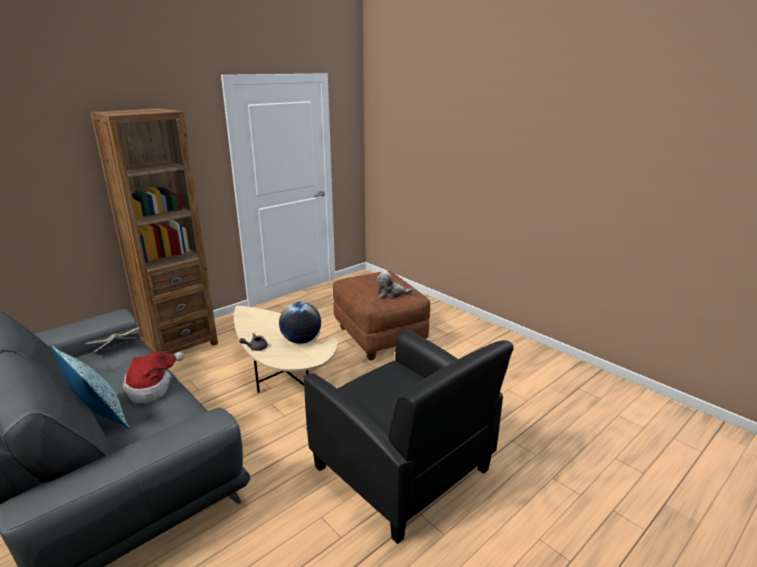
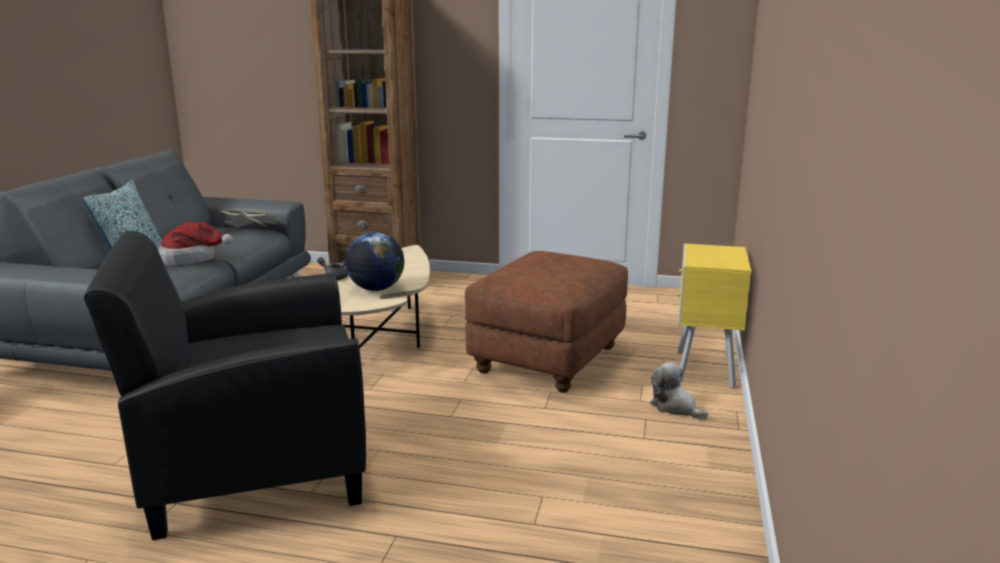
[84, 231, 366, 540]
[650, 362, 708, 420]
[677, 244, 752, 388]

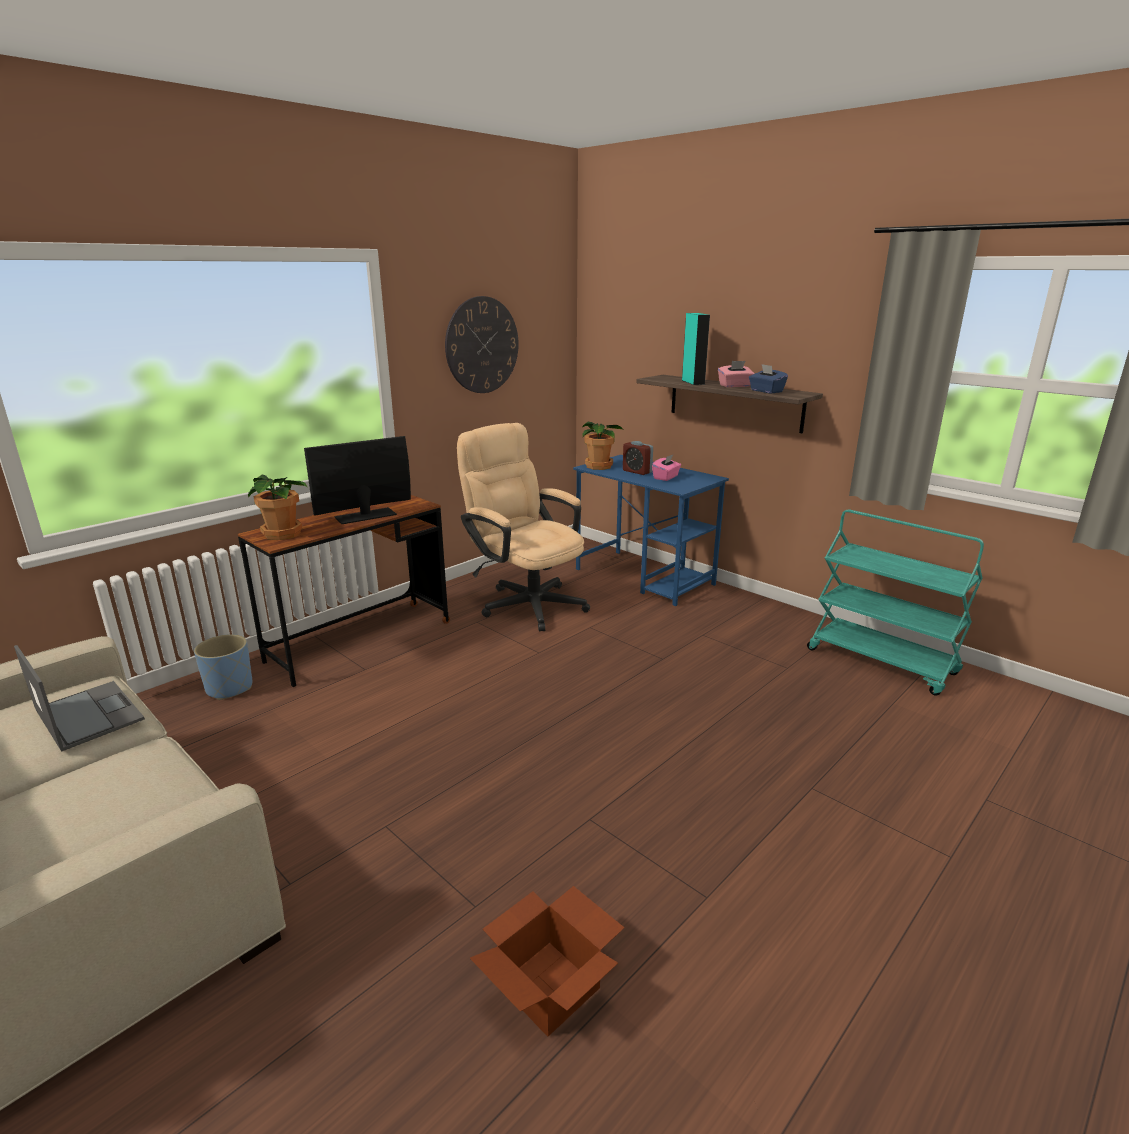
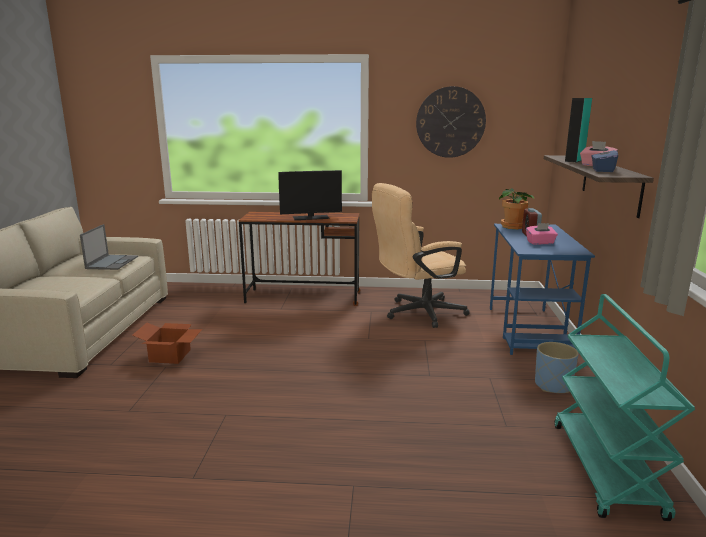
[535, 342, 579, 393]
[248, 474, 308, 540] (first image)
[278, 170, 342, 220]
[372, 183, 470, 328]
[132, 323, 202, 364]

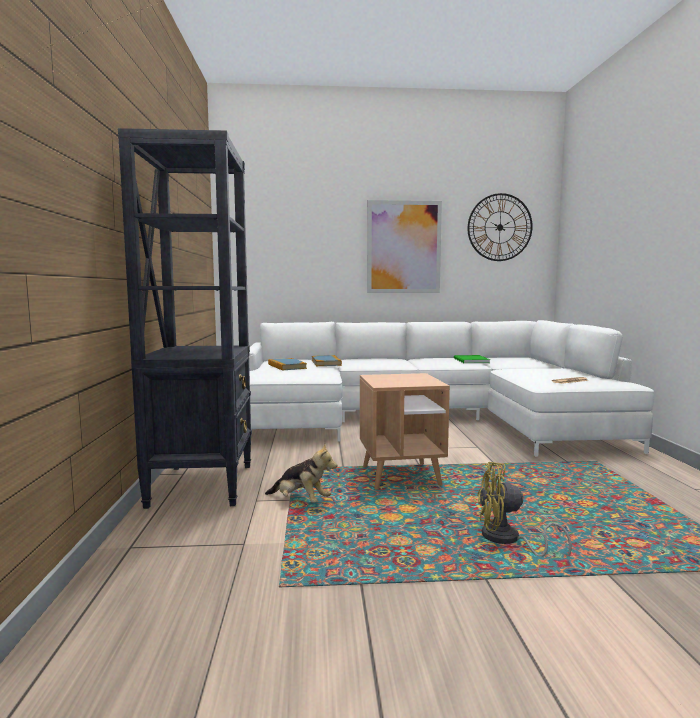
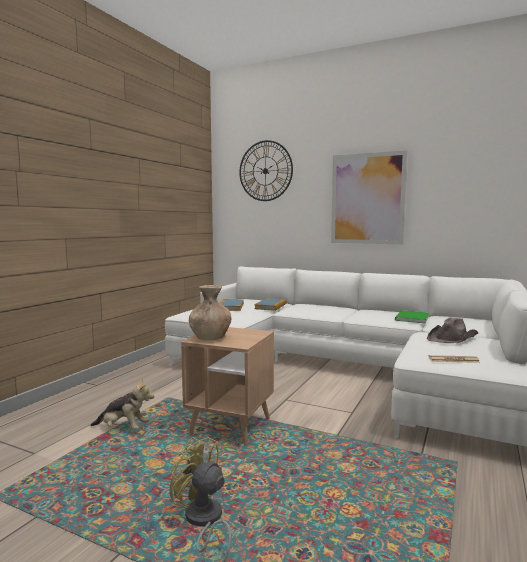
[118, 128, 252, 509] (first image)
[90, 379, 154, 429]
[239, 140, 293, 201]
[189, 285, 231, 340]
[427, 317, 478, 343]

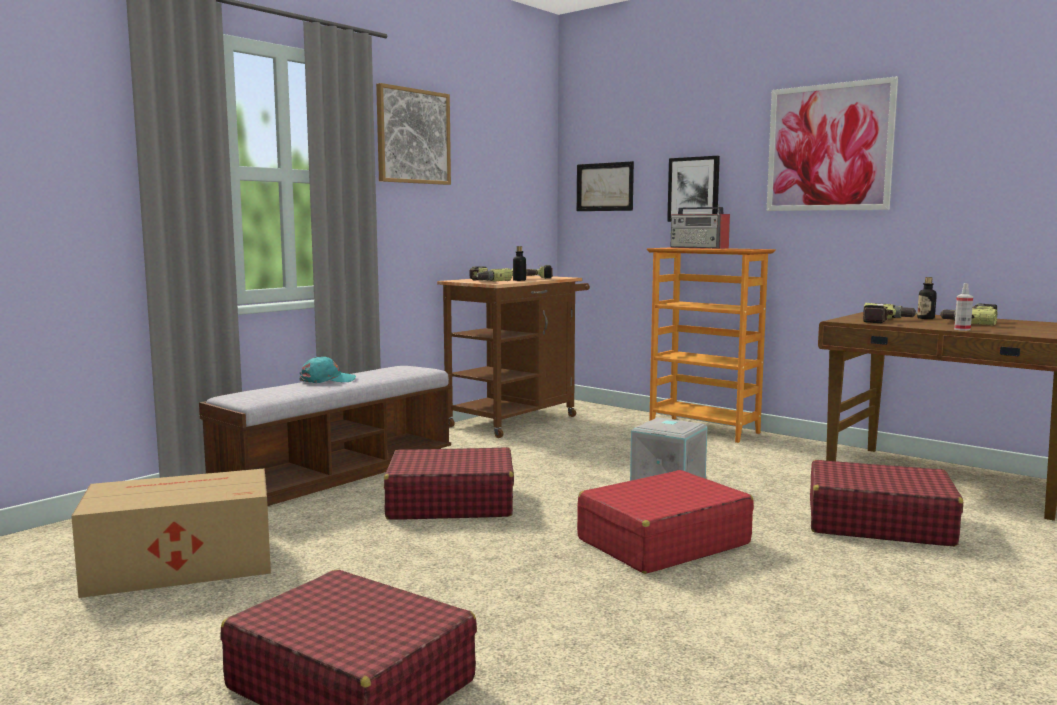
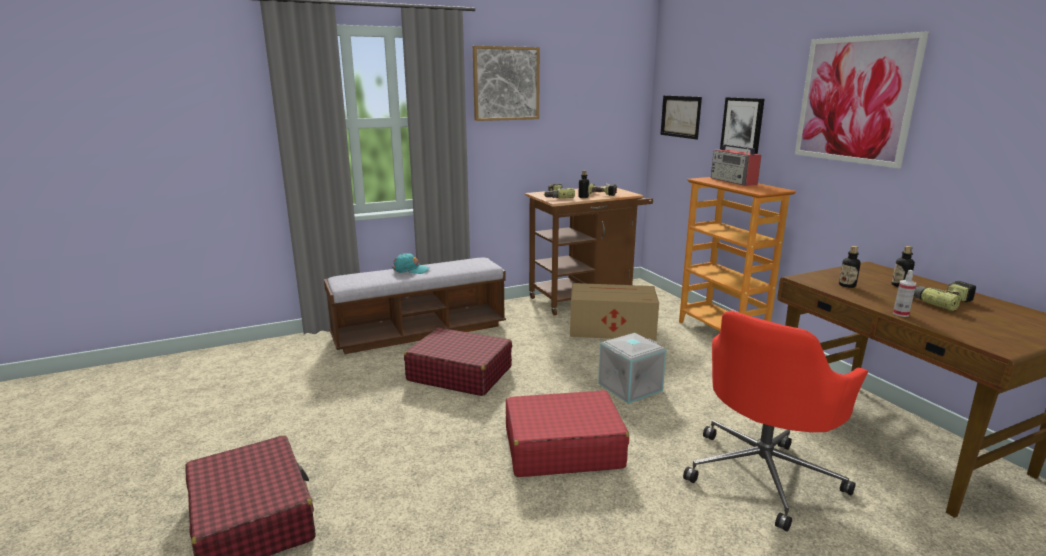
[570, 283, 659, 341]
[683, 311, 868, 532]
[839, 246, 861, 288]

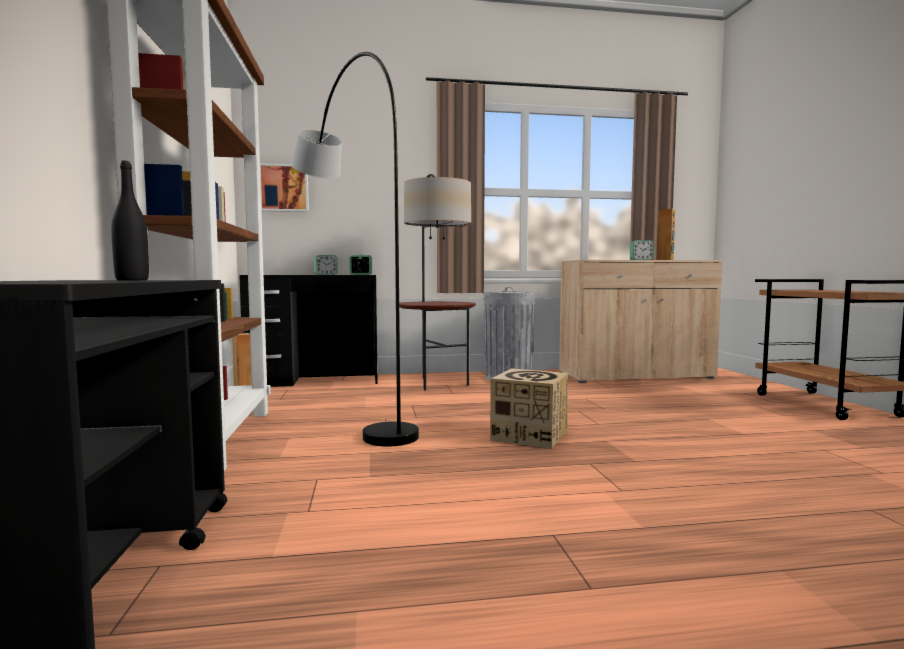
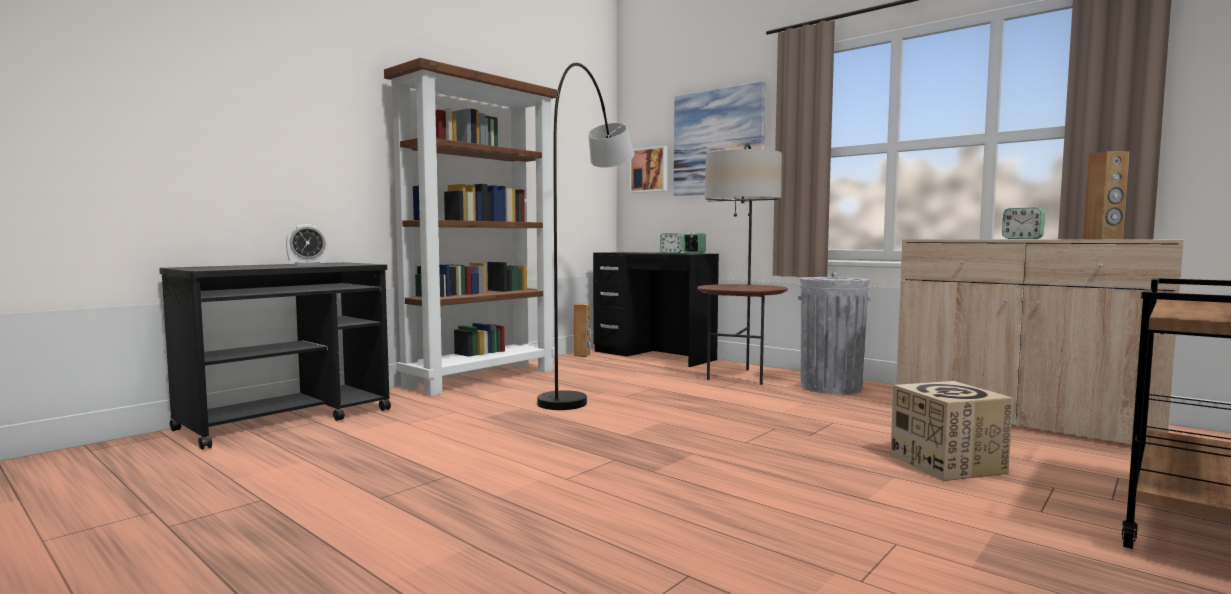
[286, 224, 328, 266]
[890, 381, 1013, 481]
[674, 81, 765, 196]

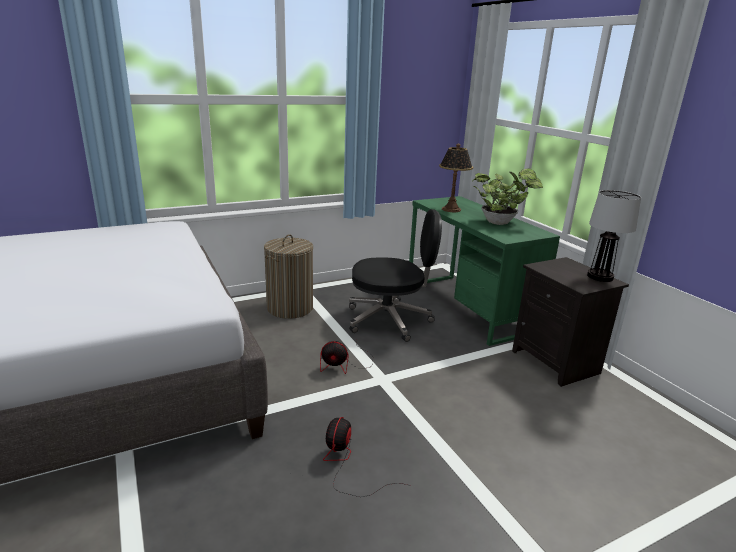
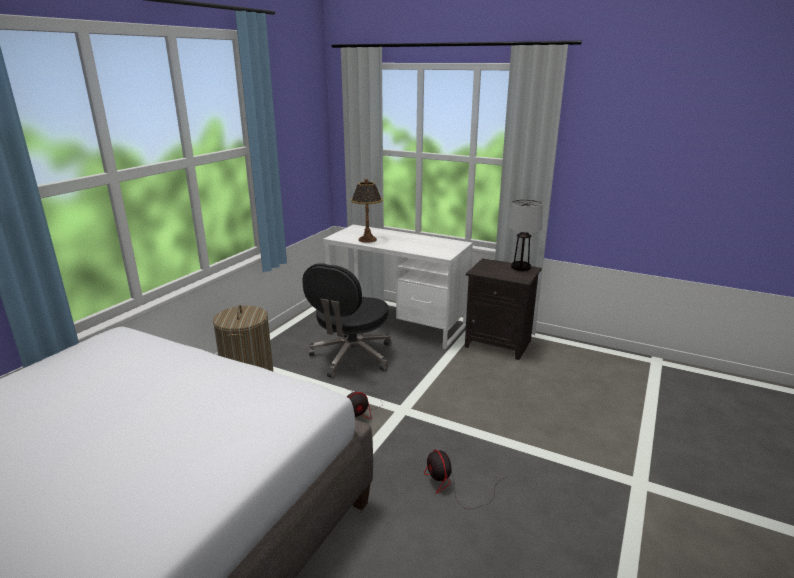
[302, 263, 391, 378]
[323, 225, 473, 349]
[473, 168, 543, 225] (first image)

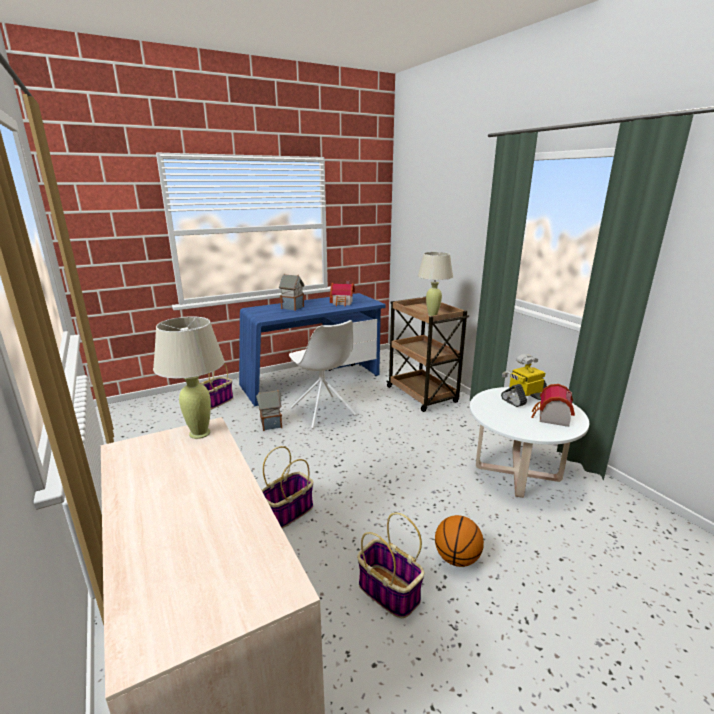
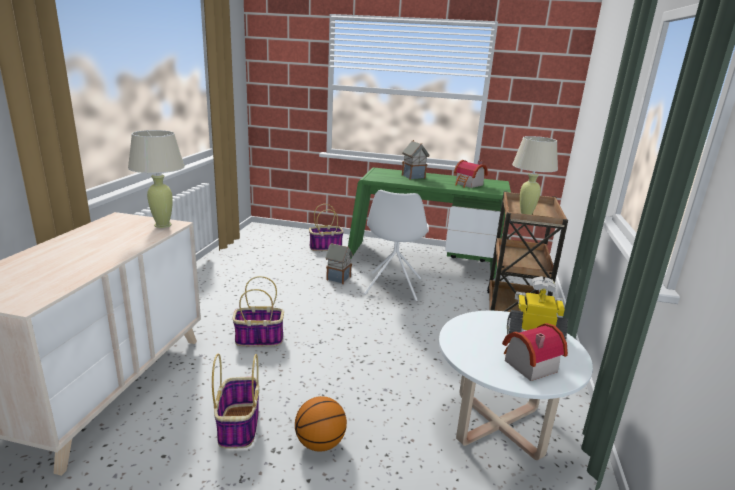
[348, 168, 511, 279]

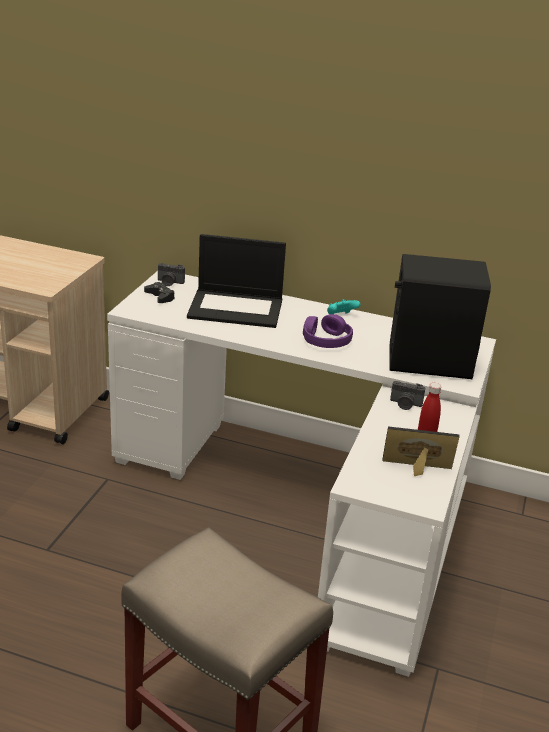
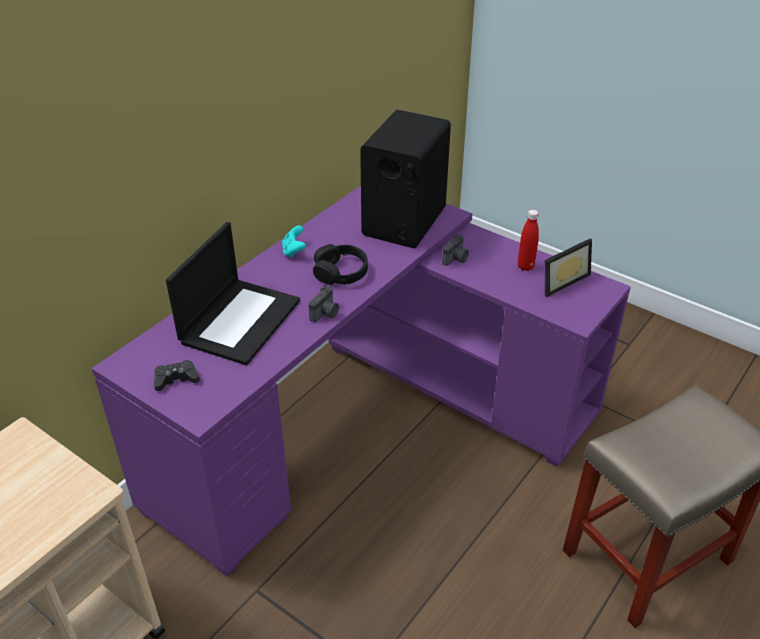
[92, 186, 631, 576]
[308, 286, 339, 322]
[313, 244, 368, 285]
[545, 239, 592, 297]

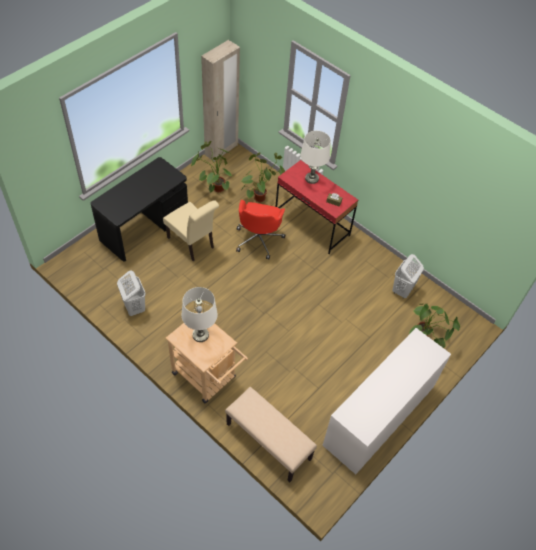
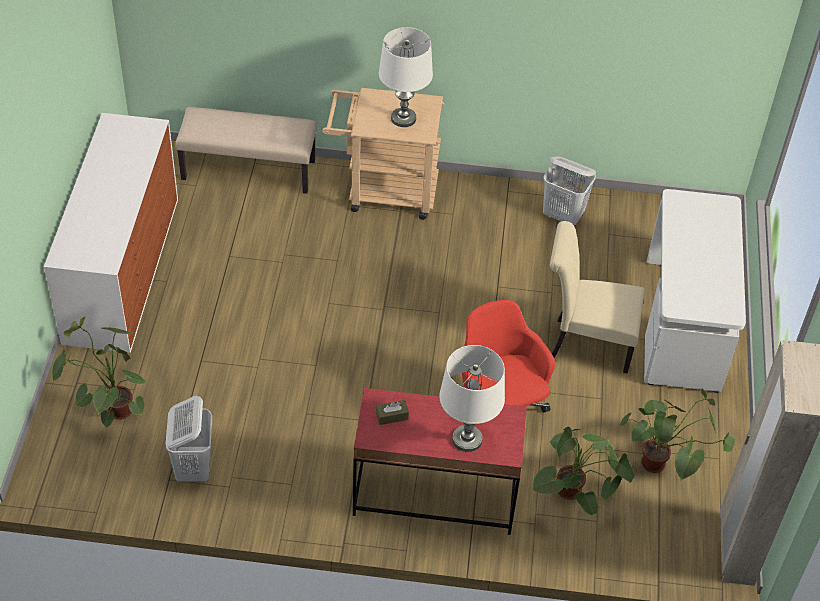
[644, 189, 746, 393]

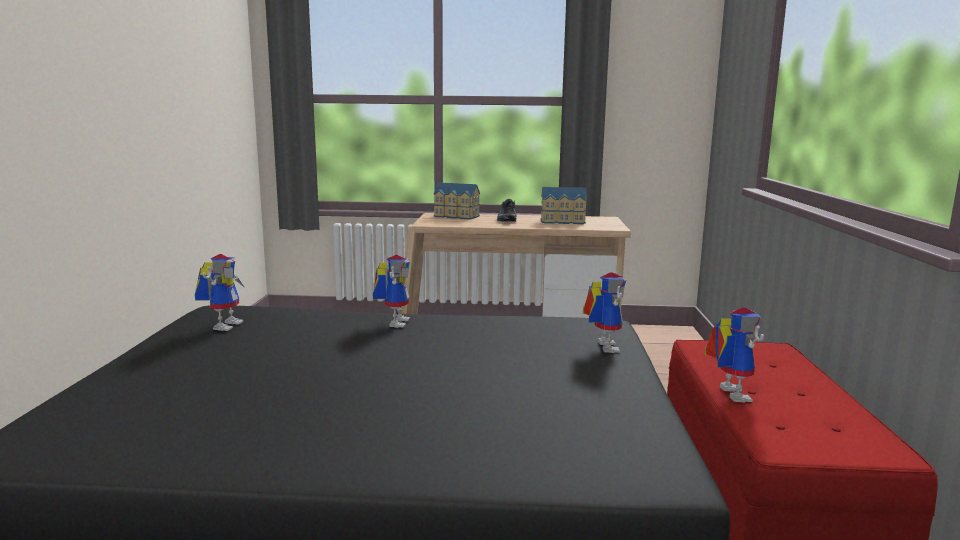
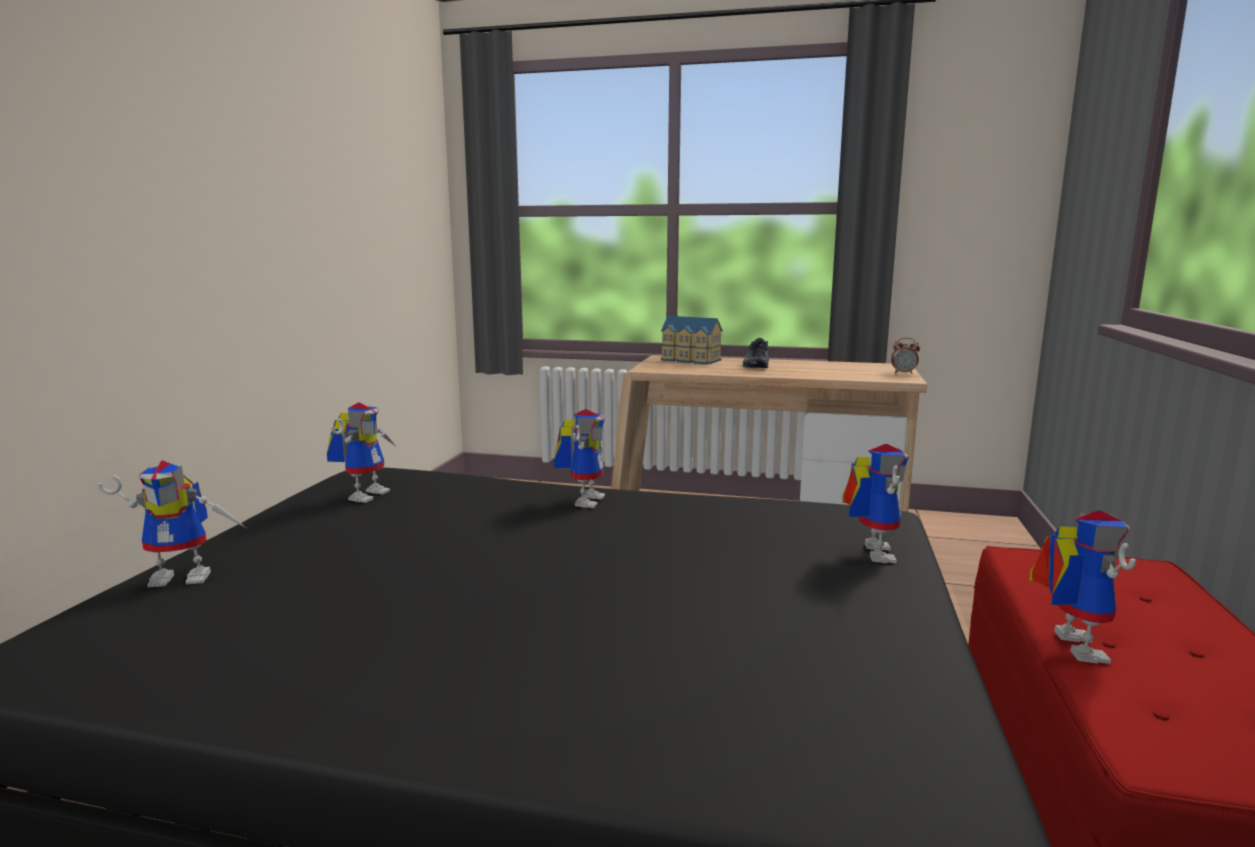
[541, 187, 587, 224] (first image)
[98, 460, 246, 588]
[891, 338, 920, 374]

